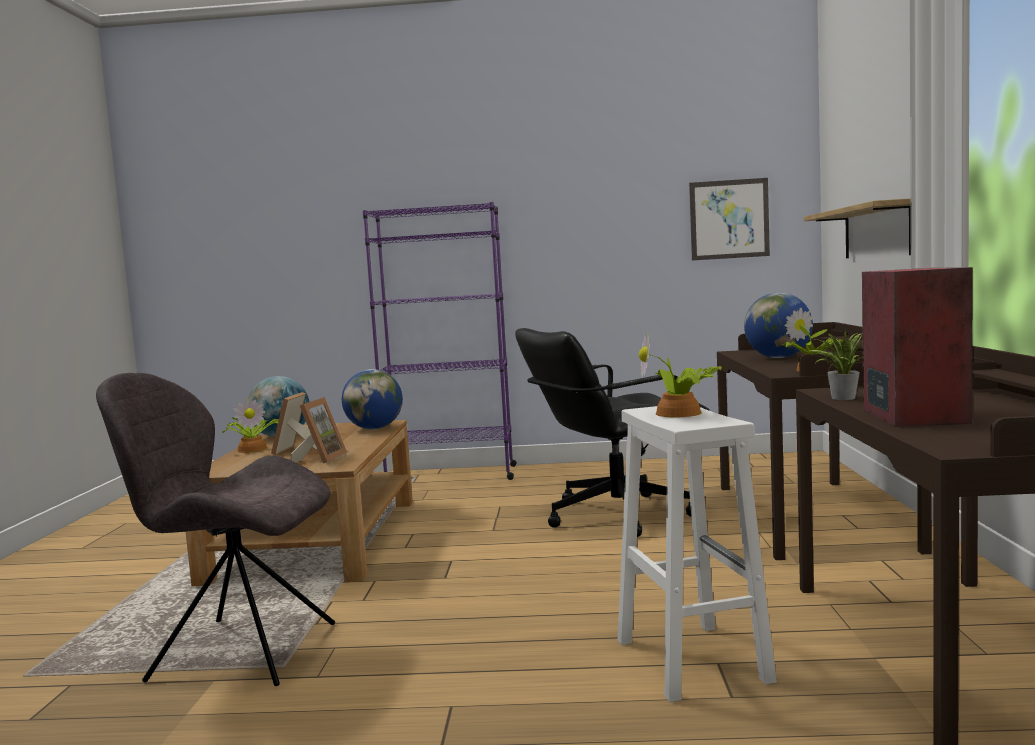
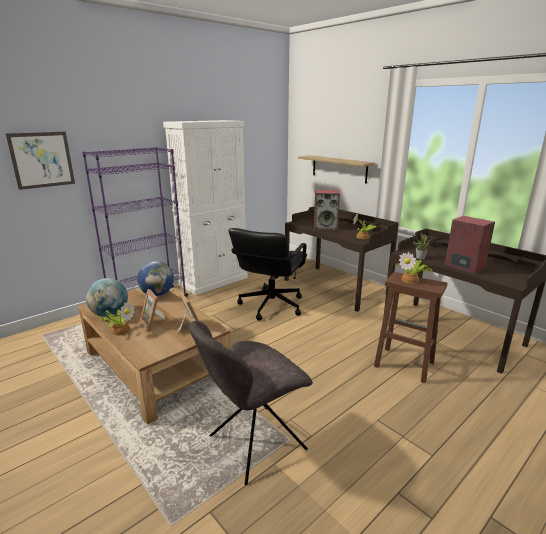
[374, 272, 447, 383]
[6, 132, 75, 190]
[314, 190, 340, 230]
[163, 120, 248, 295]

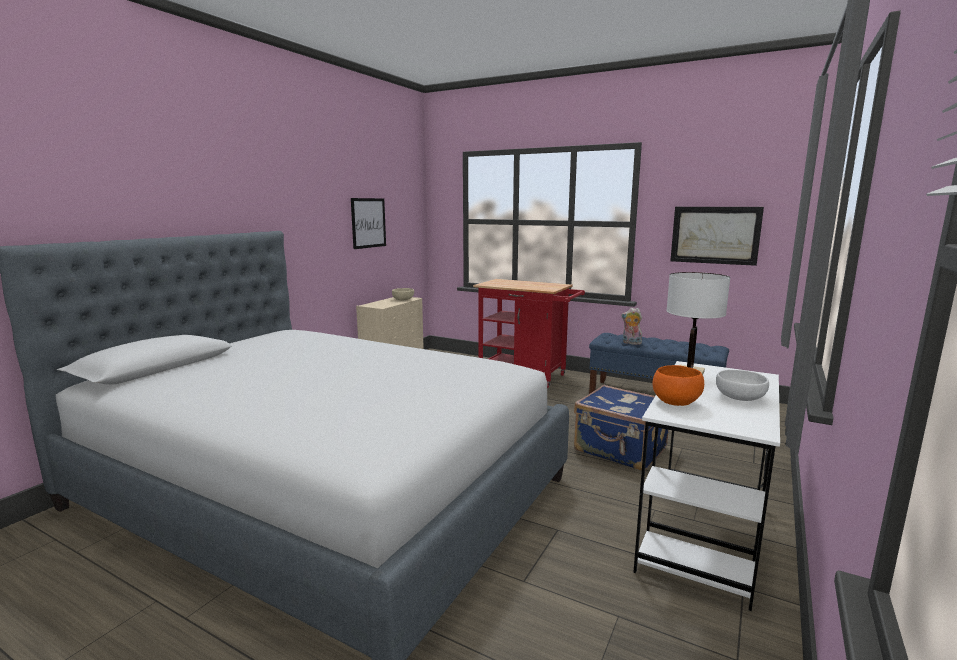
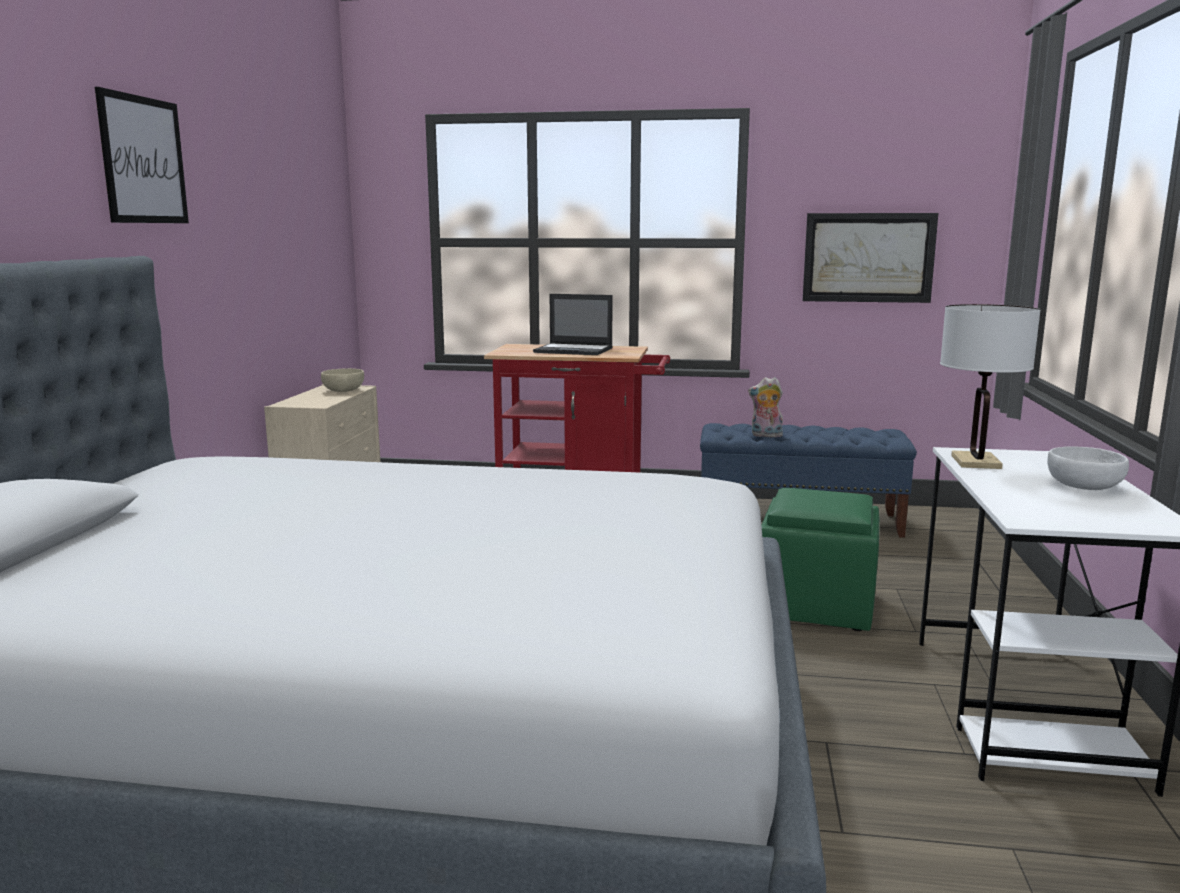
[95, 87, 189, 223]
[761, 488, 880, 631]
[653, 365, 704, 406] (first image)
[533, 294, 613, 355]

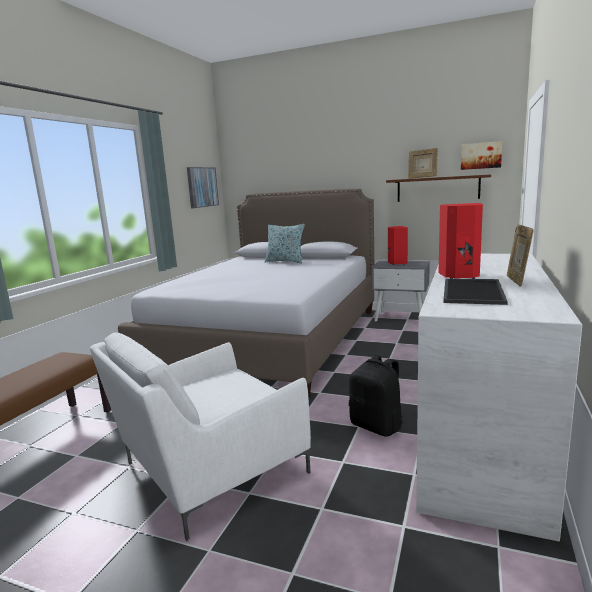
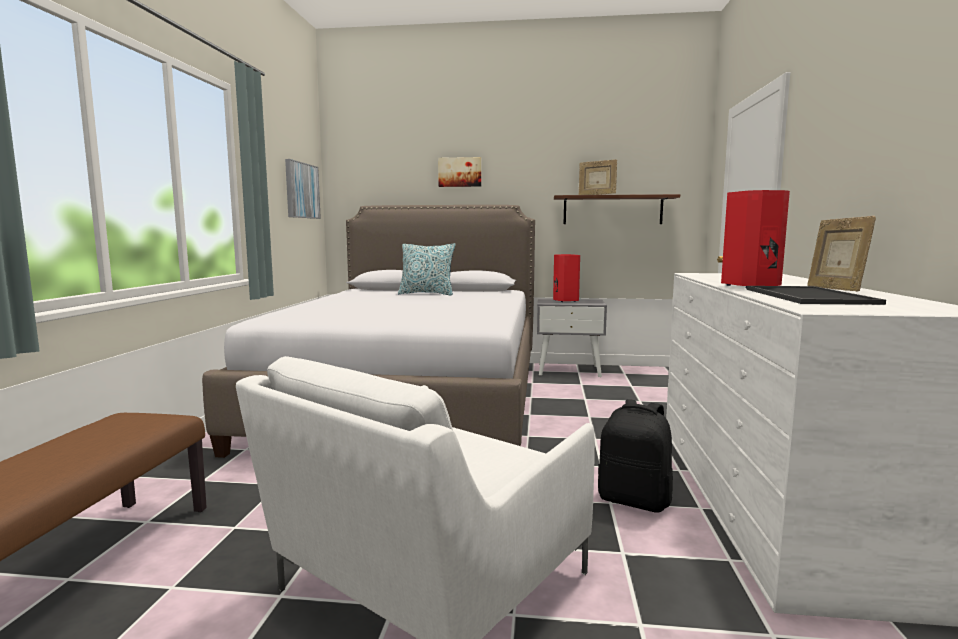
[438, 157, 481, 187]

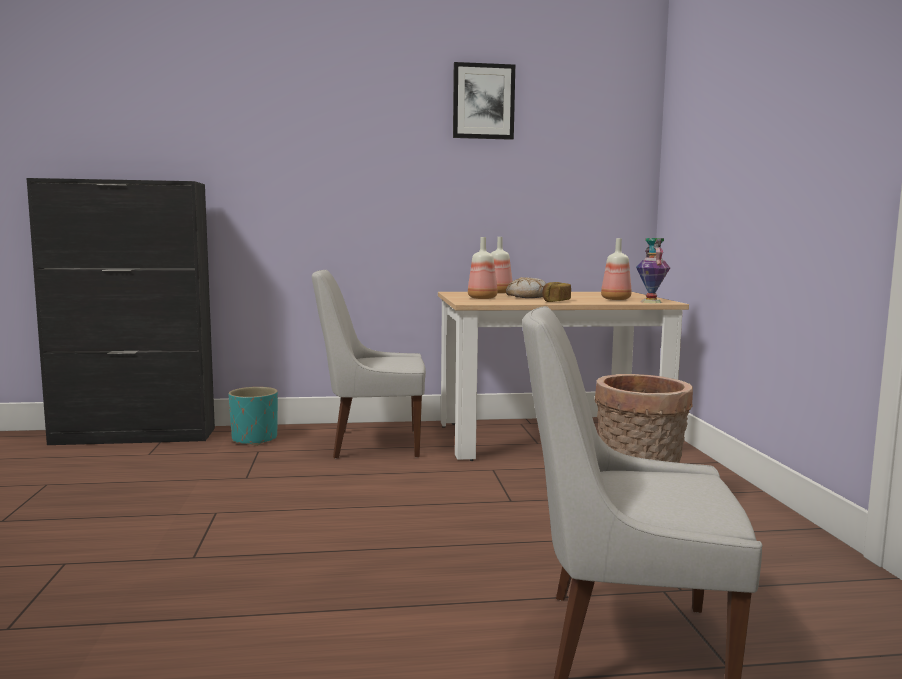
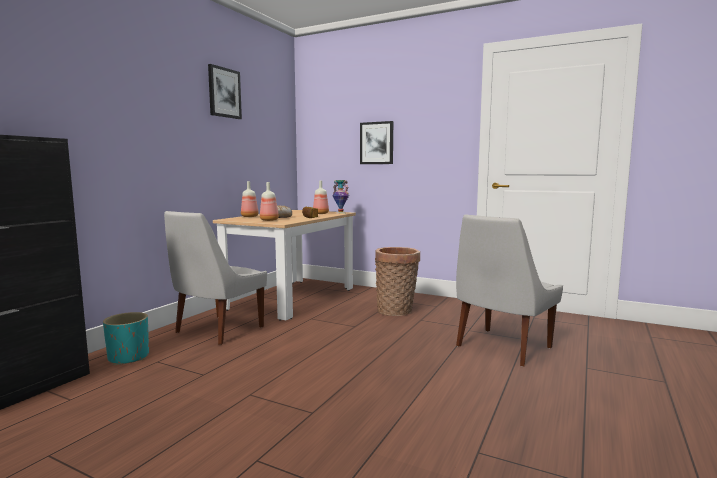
[360, 121, 393, 164]

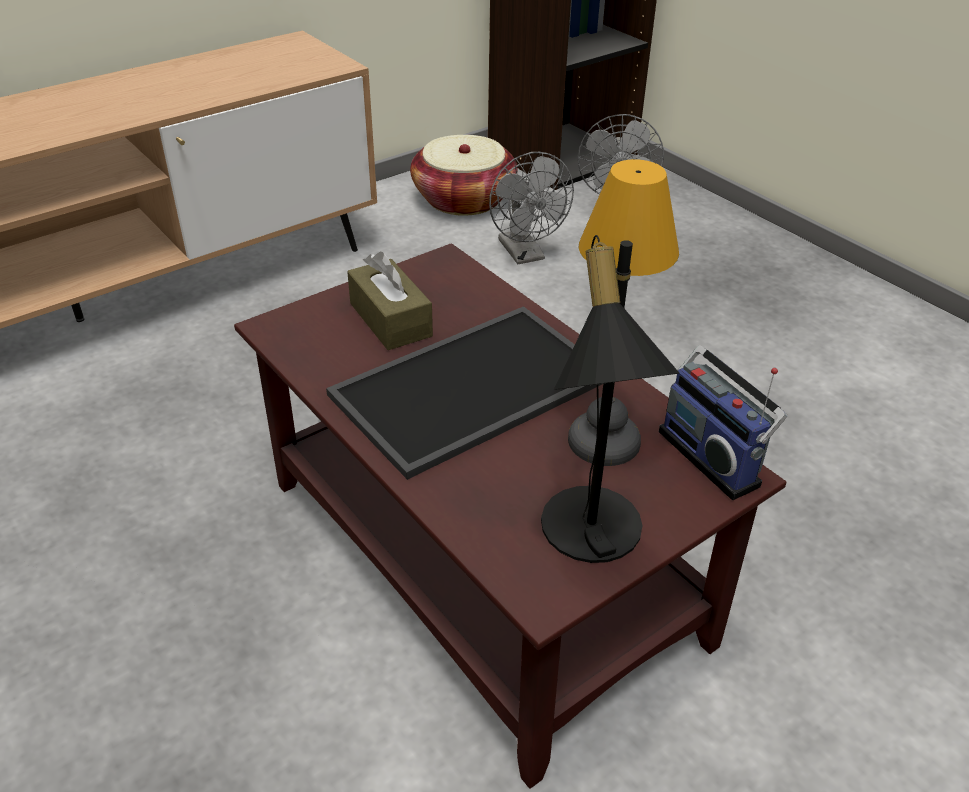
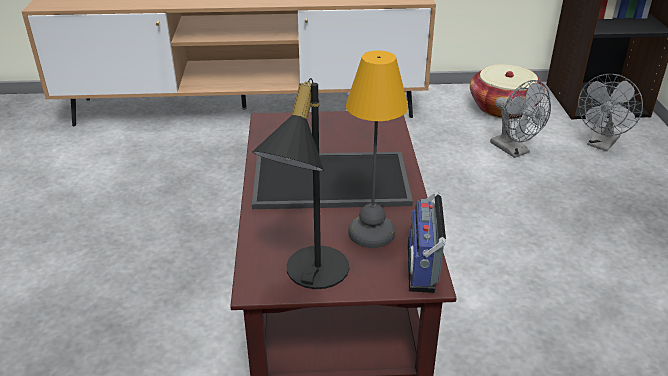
[347, 251, 433, 350] (first image)
[490, 80, 551, 158]

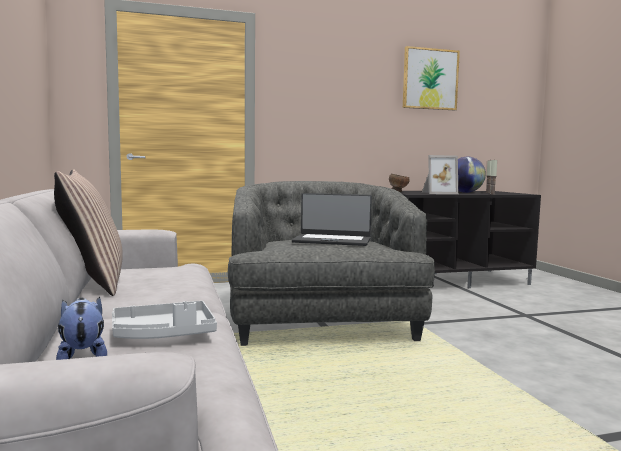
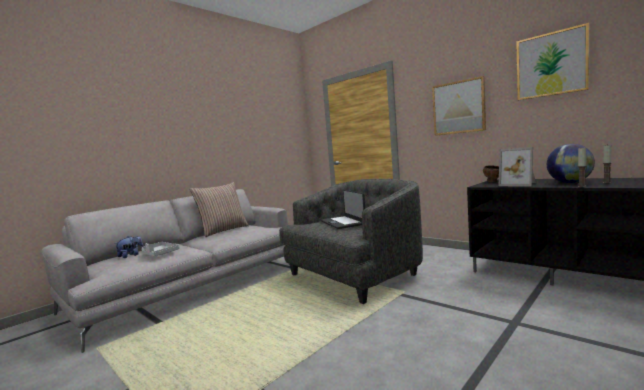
[432, 76, 486, 136]

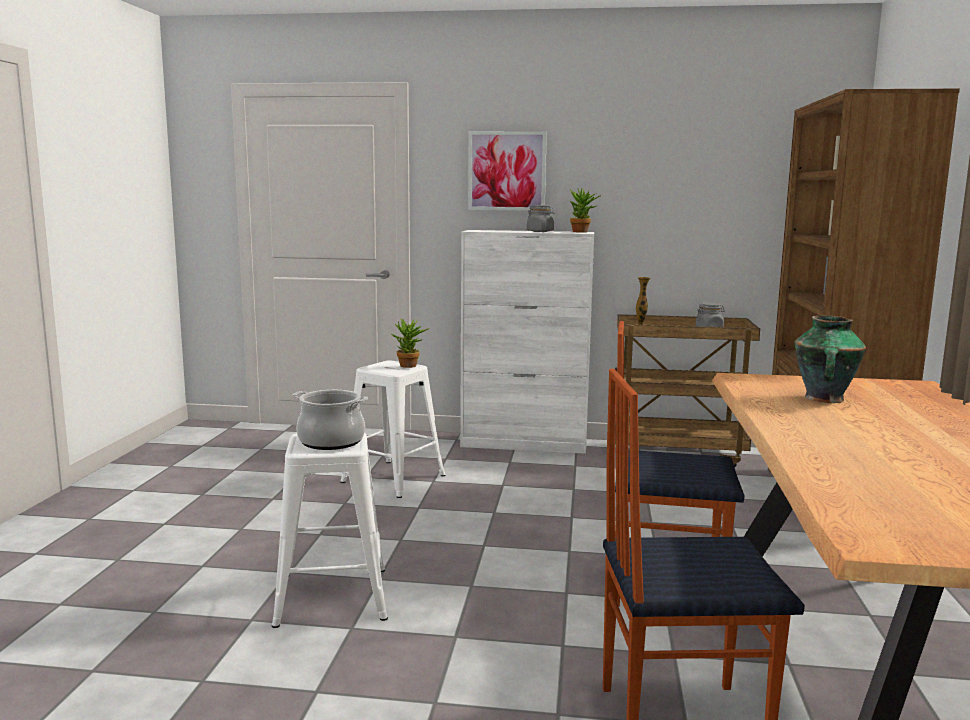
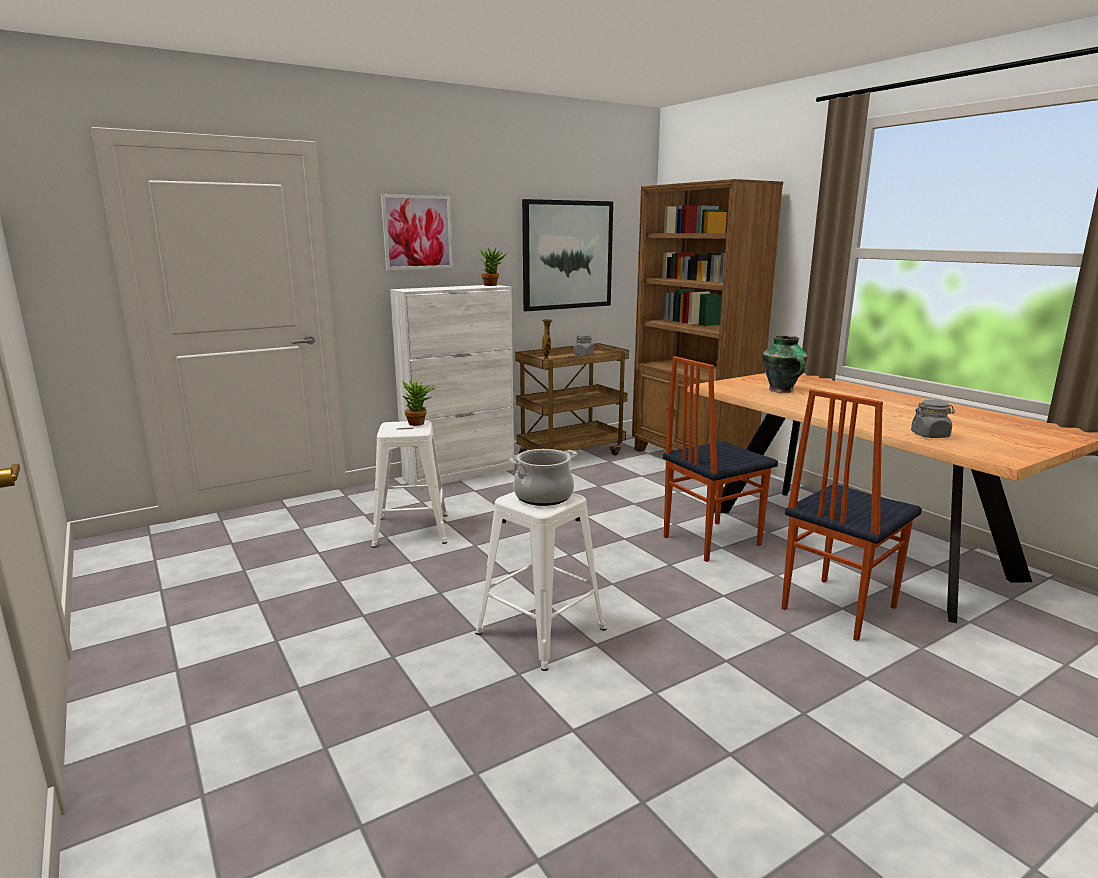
[911, 400, 955, 438]
[522, 199, 613, 311]

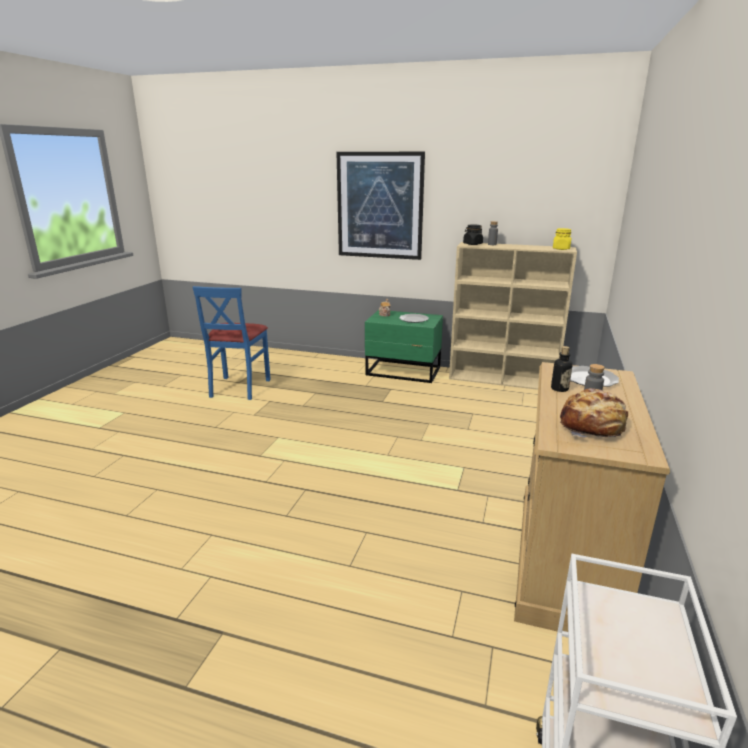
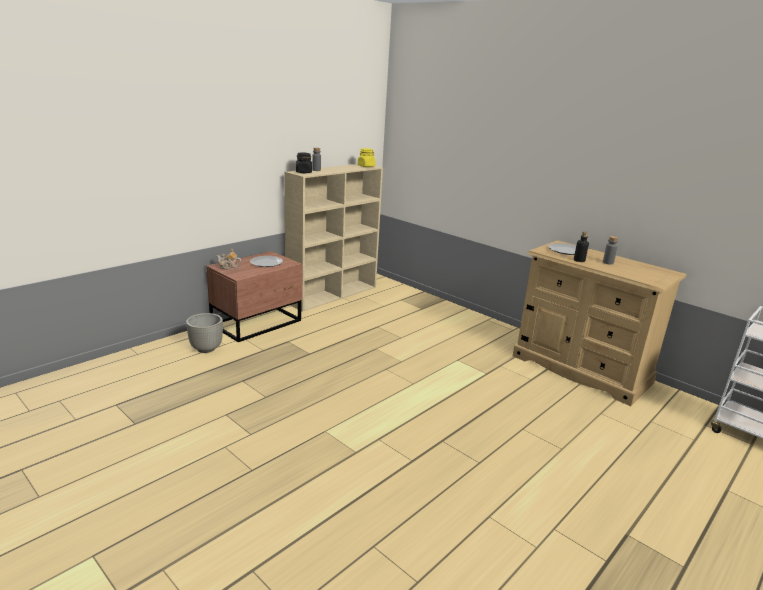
[193, 286, 271, 400] (first image)
[336, 152, 425, 260] (first image)
[206, 251, 303, 342]
[560, 388, 628, 438] (first image)
[186, 313, 223, 353]

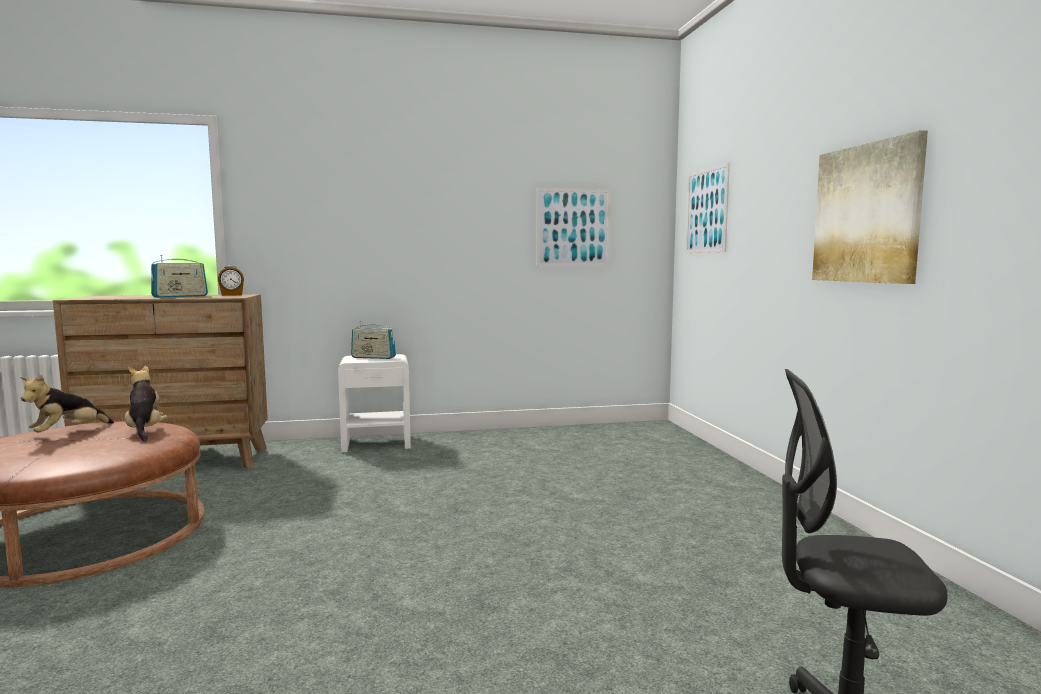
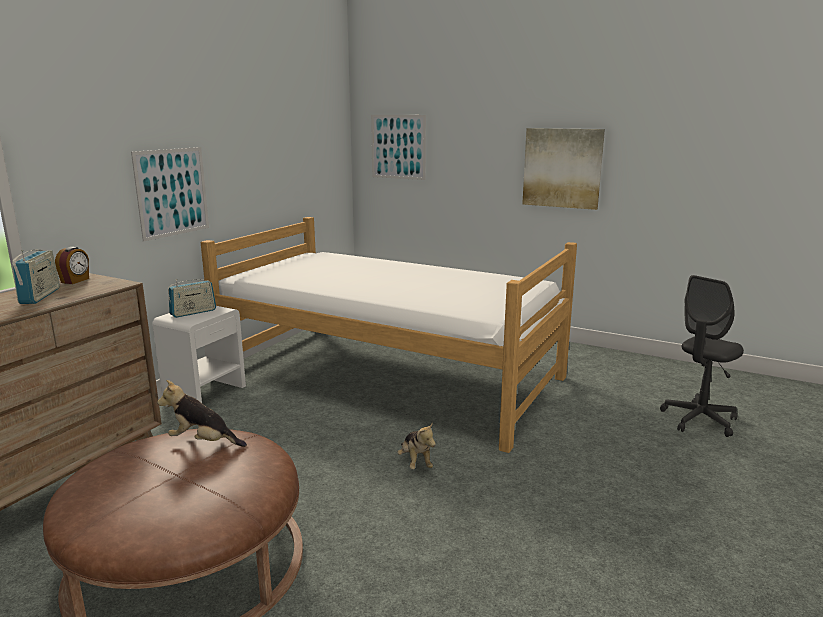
[397, 422, 436, 469]
[131, 147, 209, 242]
[201, 217, 577, 453]

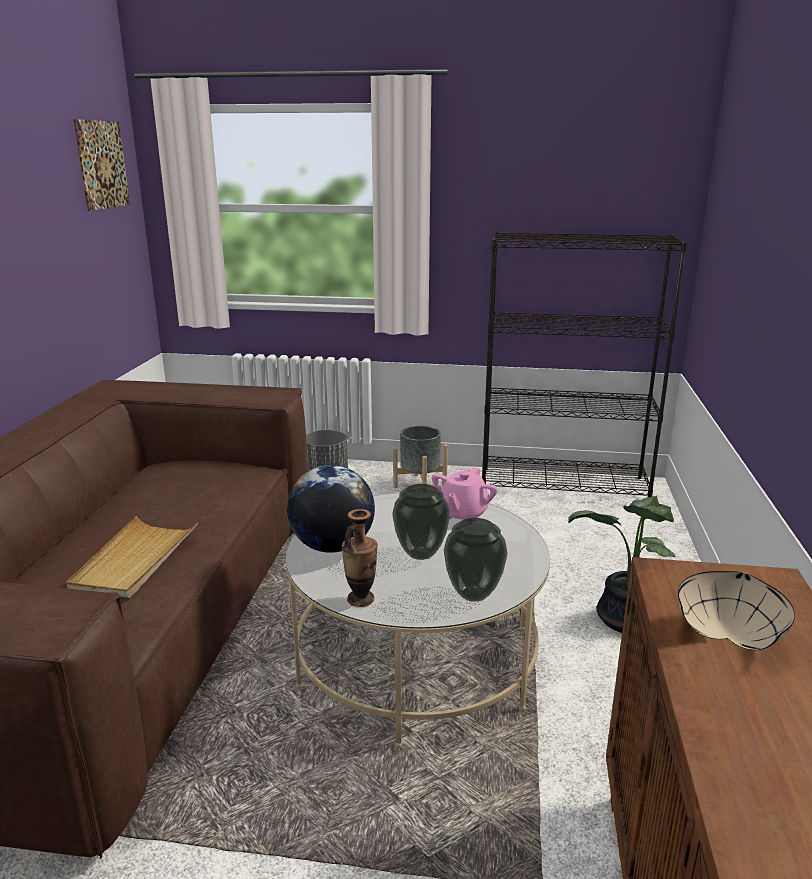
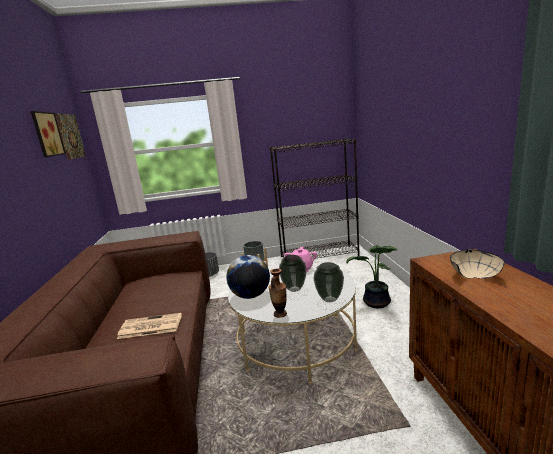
[117, 313, 182, 339]
[31, 111, 66, 157]

